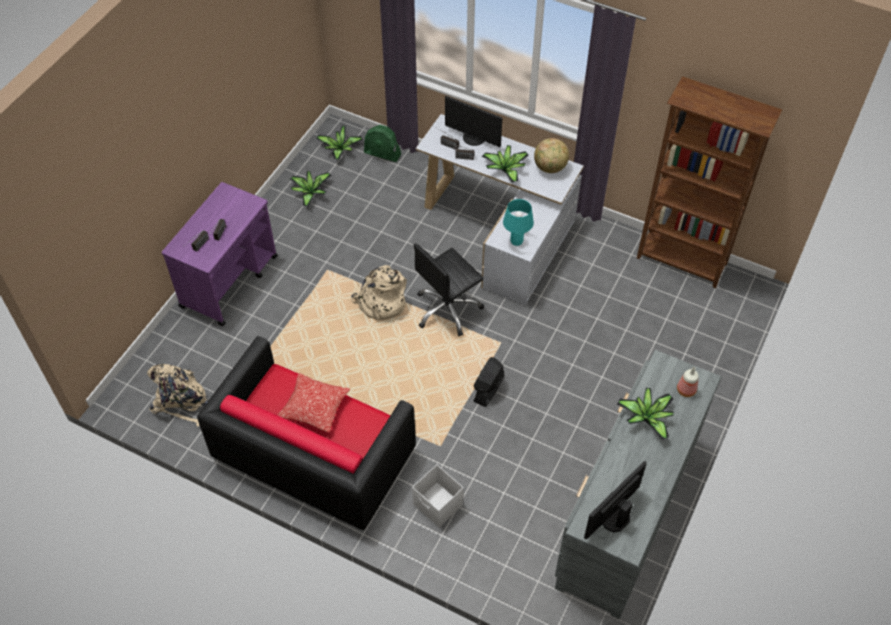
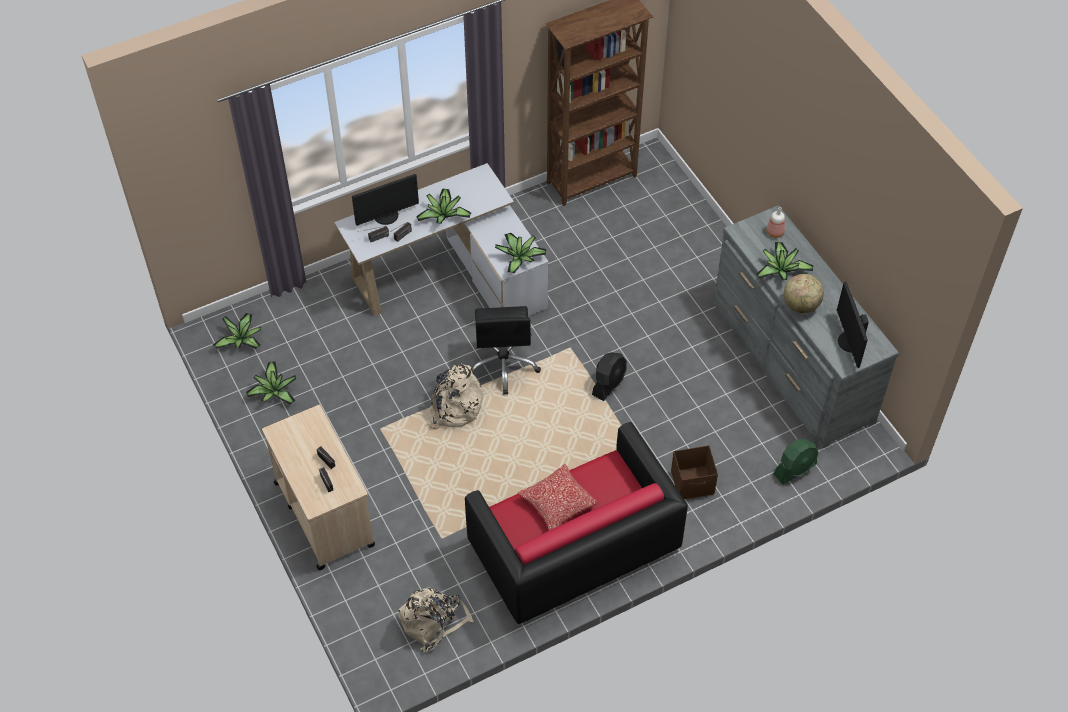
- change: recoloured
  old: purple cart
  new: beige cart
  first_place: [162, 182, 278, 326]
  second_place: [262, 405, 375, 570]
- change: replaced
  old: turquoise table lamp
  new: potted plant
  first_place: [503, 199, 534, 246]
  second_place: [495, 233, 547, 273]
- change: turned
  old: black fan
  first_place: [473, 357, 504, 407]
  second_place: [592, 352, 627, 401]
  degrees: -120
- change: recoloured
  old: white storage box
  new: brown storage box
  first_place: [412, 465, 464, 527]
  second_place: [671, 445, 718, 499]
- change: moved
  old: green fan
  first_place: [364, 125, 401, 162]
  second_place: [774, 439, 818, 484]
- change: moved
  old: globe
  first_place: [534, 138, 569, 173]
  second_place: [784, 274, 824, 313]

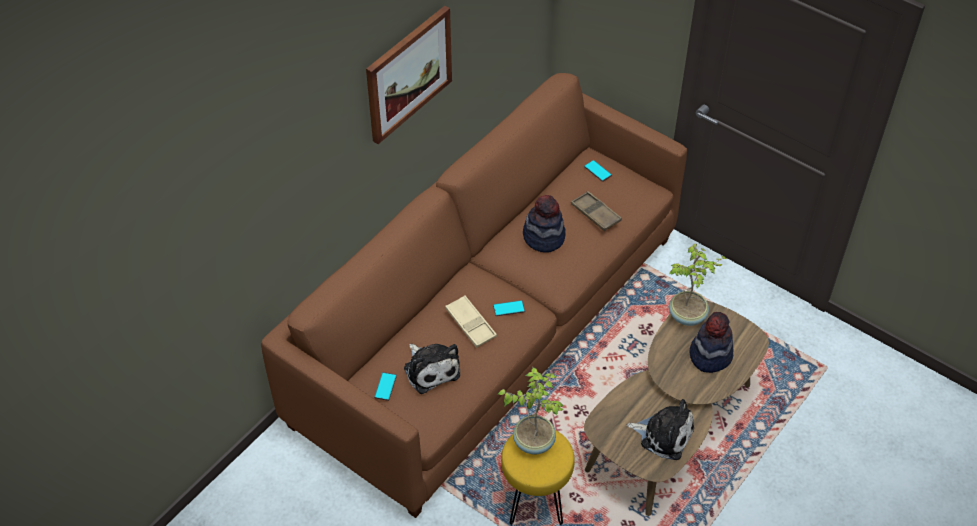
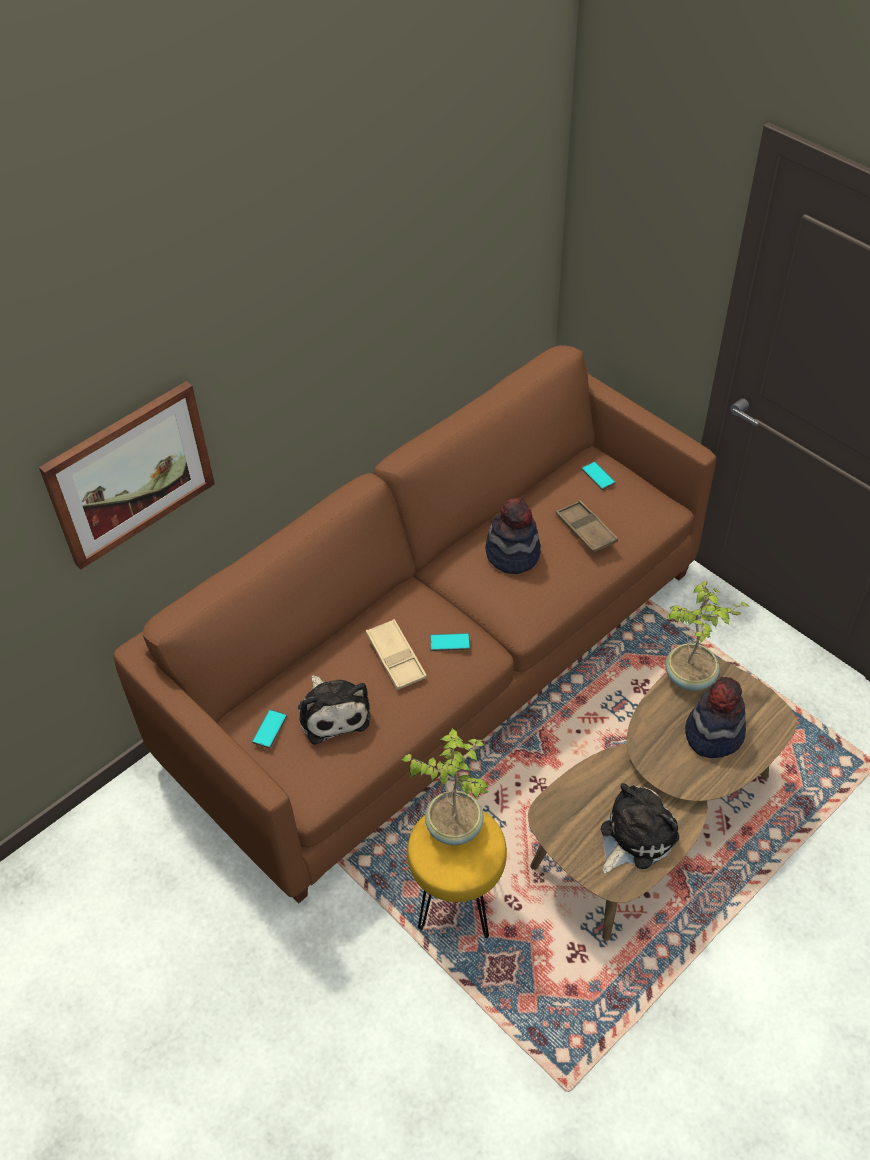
- change: moved
  old: picture
  first_place: [366, 6, 452, 144]
  second_place: [39, 381, 215, 569]
- change: turned
  old: plush toy
  first_place: [627, 399, 694, 460]
  second_place: [601, 783, 679, 873]
  degrees: -75

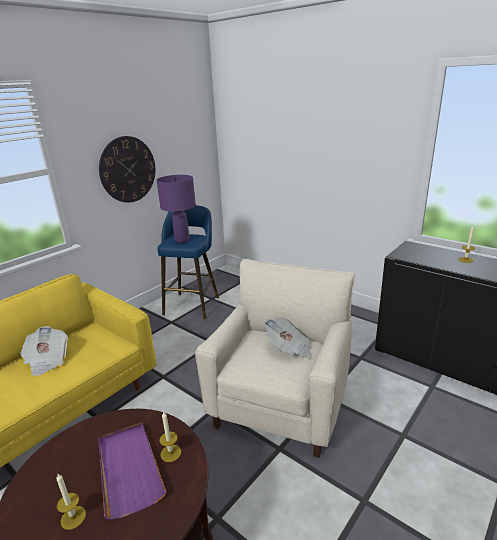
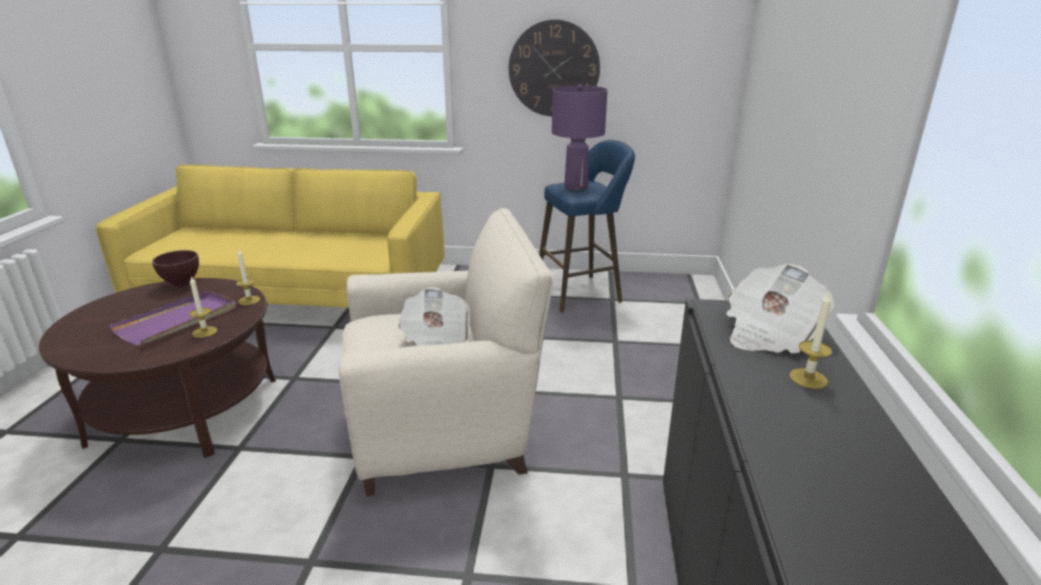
- change: added
  new: brown bowl
  second_place: [152, 250, 199, 287]
- change: moved
  old: candle
  first_place: [56, 474, 86, 530]
  second_place: [236, 250, 260, 305]
- change: moved
  old: newspaper
  first_place: [20, 326, 68, 376]
  second_place: [726, 264, 834, 354]

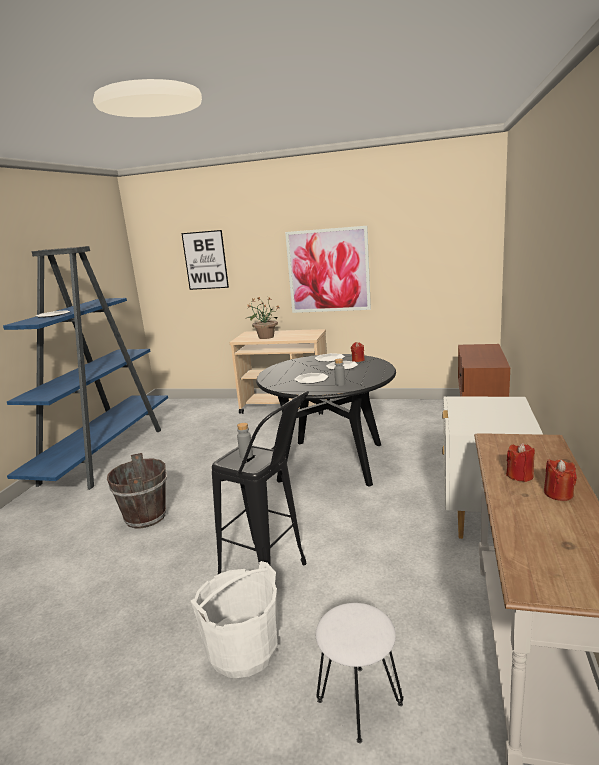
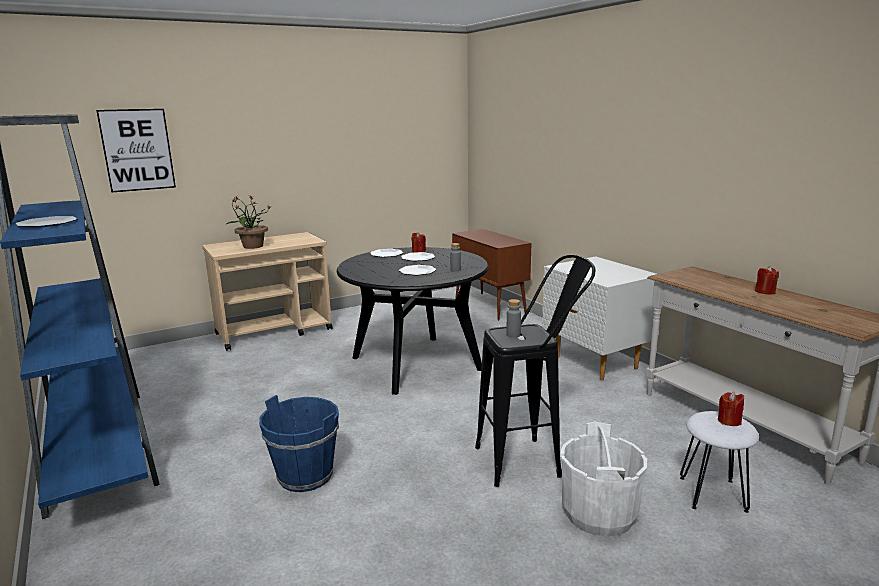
- change: recoloured
  old: brown bucket
  new: blue bucket
  first_place: [107, 453, 167, 528]
  second_place: [259, 395, 339, 492]
- change: moved
  old: red candle
  first_place: [506, 443, 535, 482]
  second_place: [718, 392, 744, 426]
- change: removed
  old: picture
  first_place: [285, 226, 371, 313]

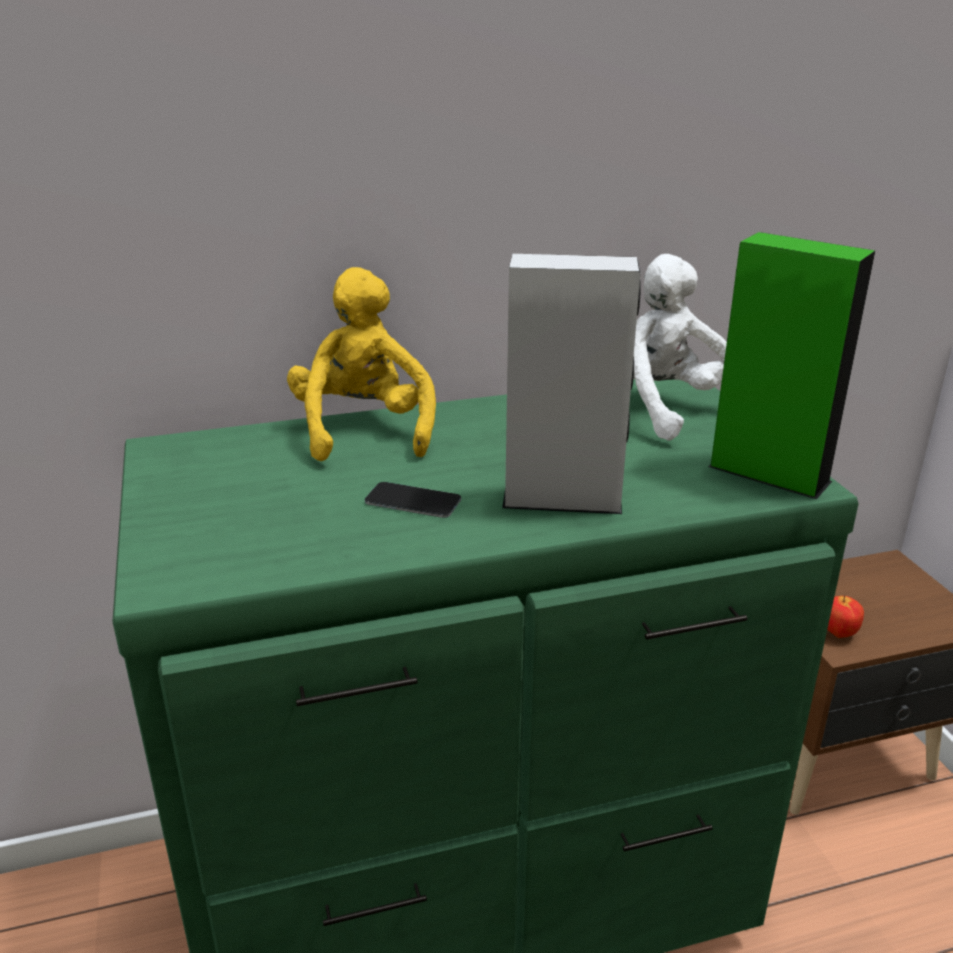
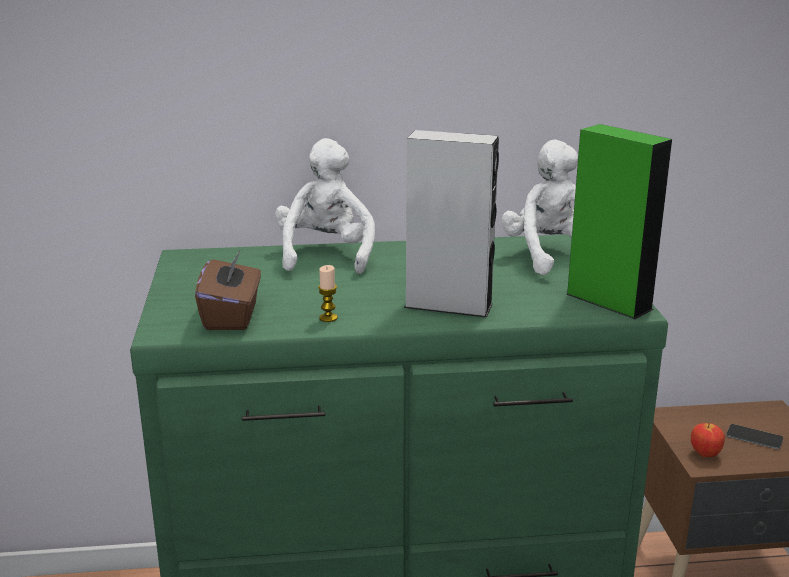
- change: added
  new: brown tissue box
  second_place: [195, 249, 261, 330]
- change: recoloured
  old: yellow plush toy
  new: white plush toy
  first_place: [287, 267, 436, 461]
  second_place: [275, 138, 375, 274]
- change: added
  new: candle
  second_place: [318, 265, 338, 322]
- change: moved
  old: phone
  first_place: [365, 482, 461, 518]
  second_place: [726, 424, 783, 449]

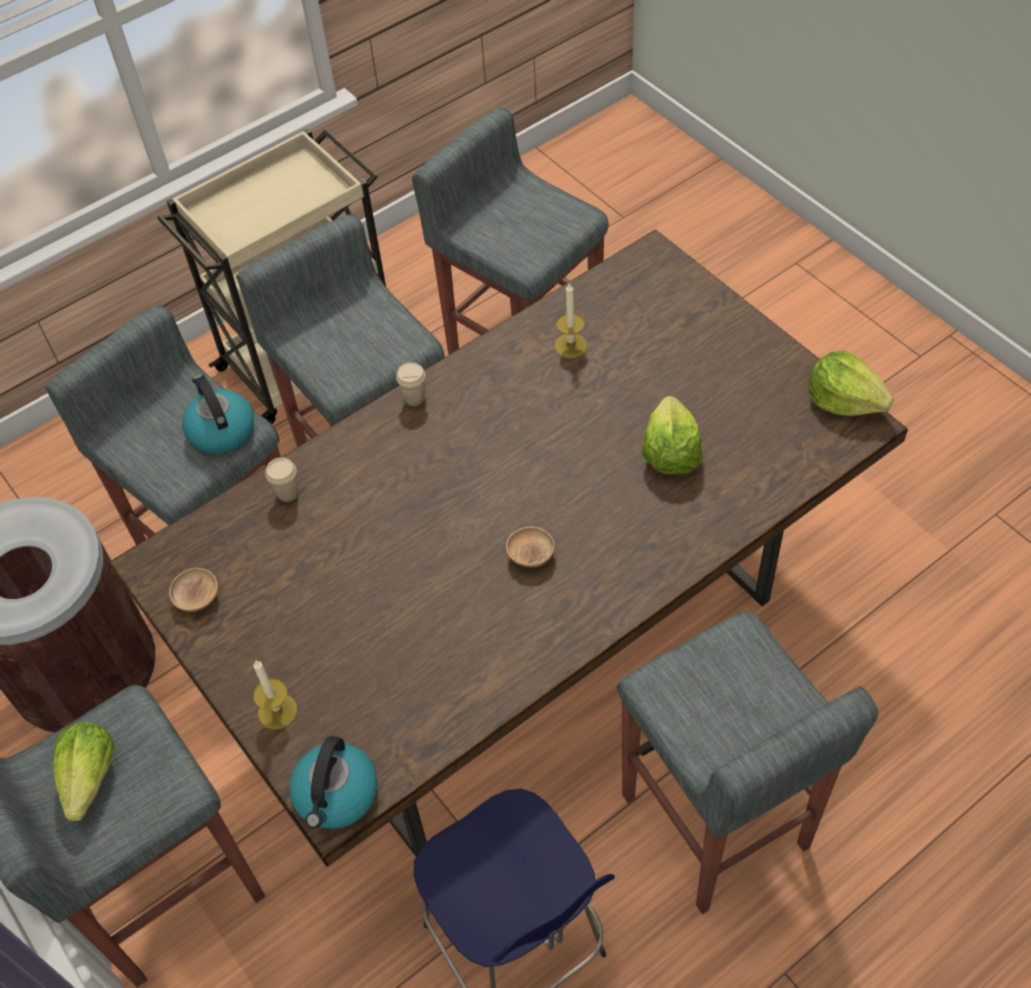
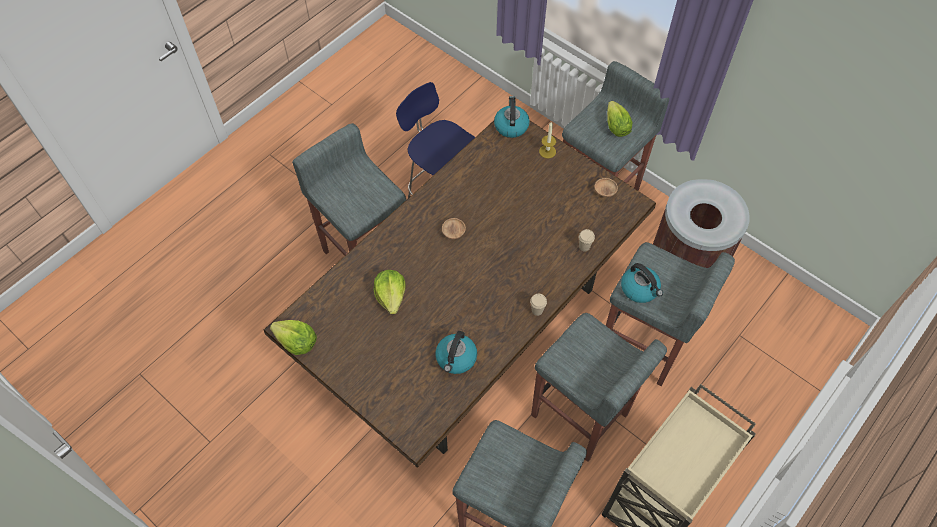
- change: replaced
  old: candle
  new: kettle
  first_place: [554, 282, 587, 358]
  second_place: [436, 331, 477, 374]

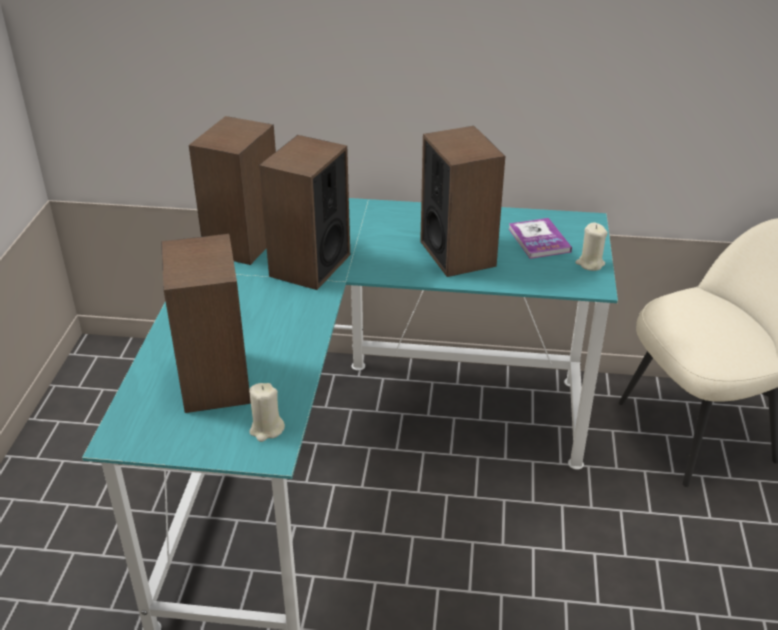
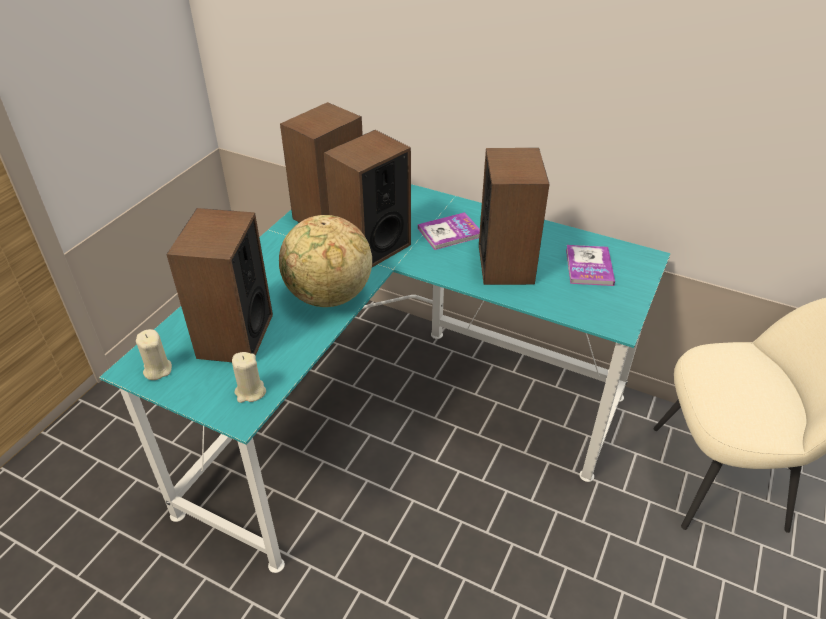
- change: moved
  old: beige candle
  first_place: [575, 222, 608, 271]
  second_place: [136, 329, 172, 380]
- change: added
  new: globe
  second_place: [279, 215, 372, 307]
- change: added
  new: book
  second_place: [418, 212, 480, 250]

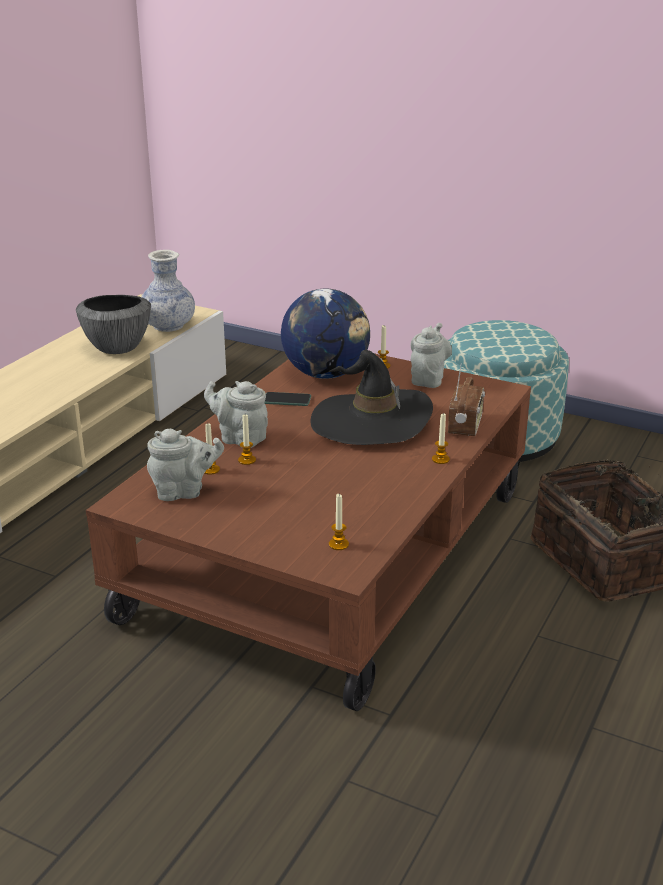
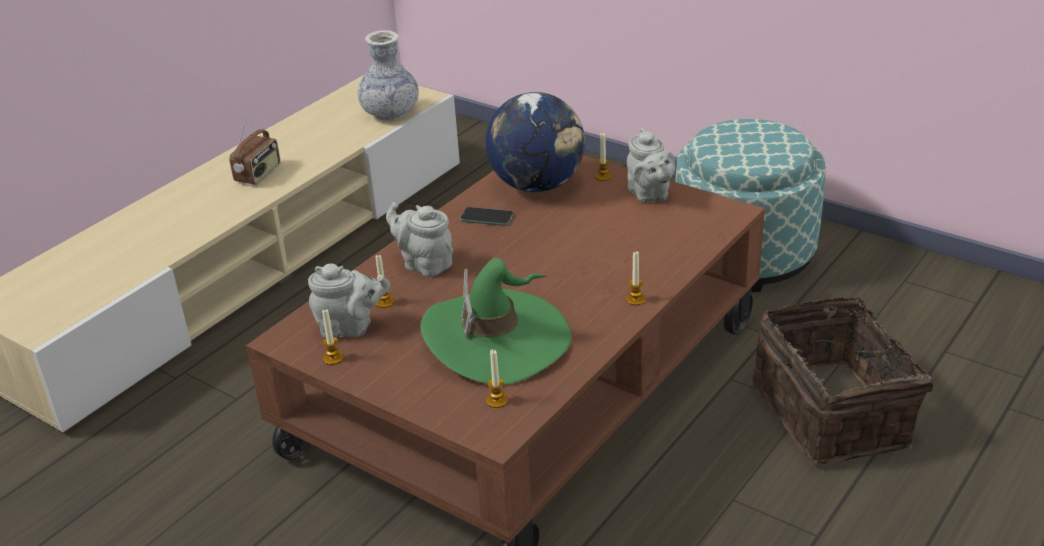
- change: moved
  old: radio
  first_place: [448, 363, 485, 436]
  second_place: [229, 117, 280, 185]
- change: moved
  old: candle
  first_place: [238, 415, 256, 465]
  second_place: [322, 309, 344, 365]
- change: added
  new: green hat
  second_place: [420, 258, 571, 385]
- change: turned
  old: grey teapot
  first_place: [410, 323, 452, 388]
  second_place: [627, 128, 675, 202]
  degrees: 135
- change: removed
  old: bowl
  first_place: [76, 295, 151, 354]
- change: removed
  old: black hat
  first_place: [310, 350, 433, 445]

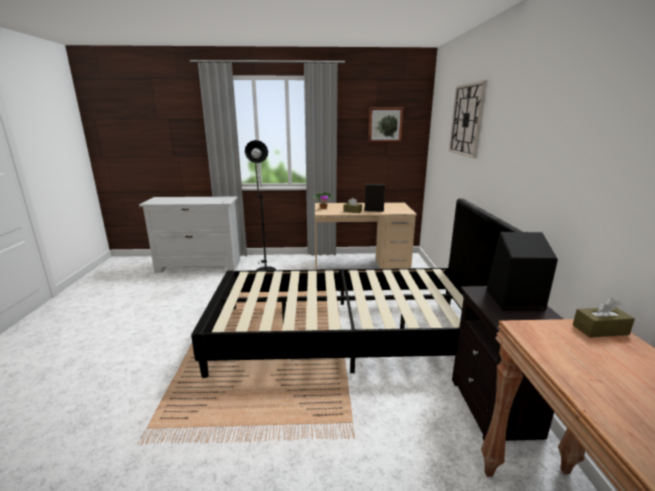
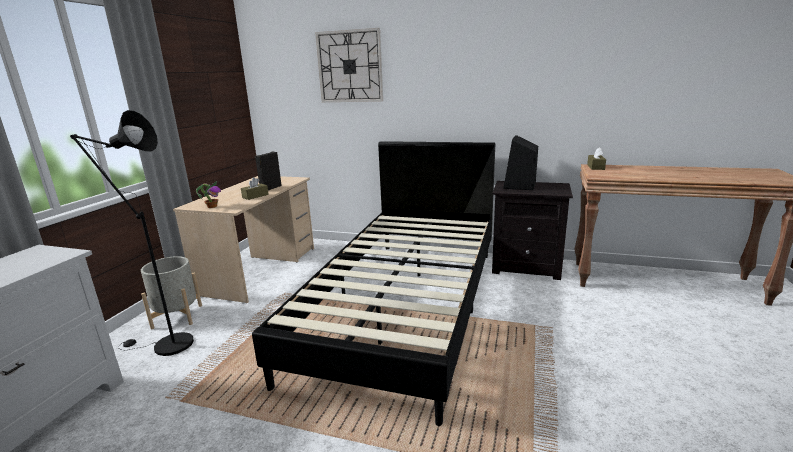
- change: added
  new: grey planter
  second_place: [141, 256, 202, 329]
- change: removed
  old: picture
  first_place: [368, 108, 403, 142]

